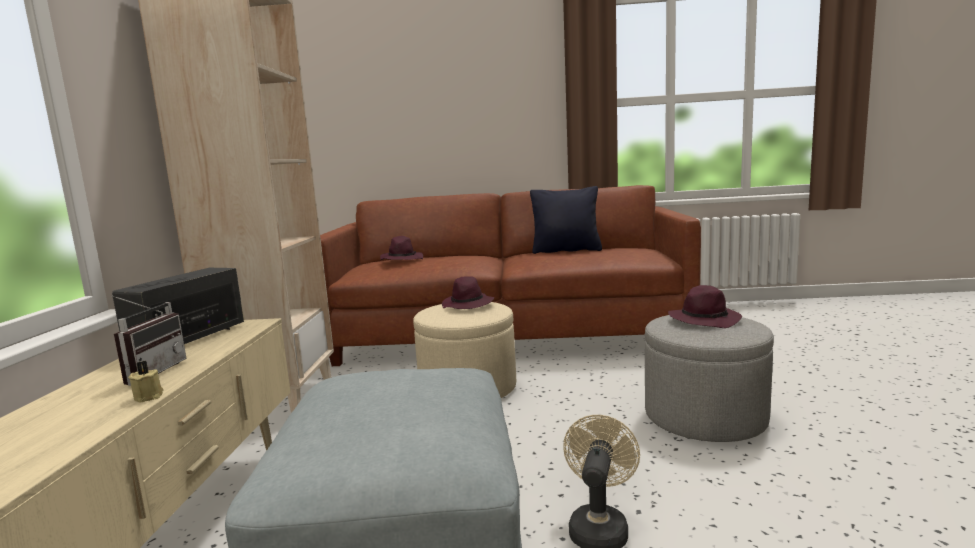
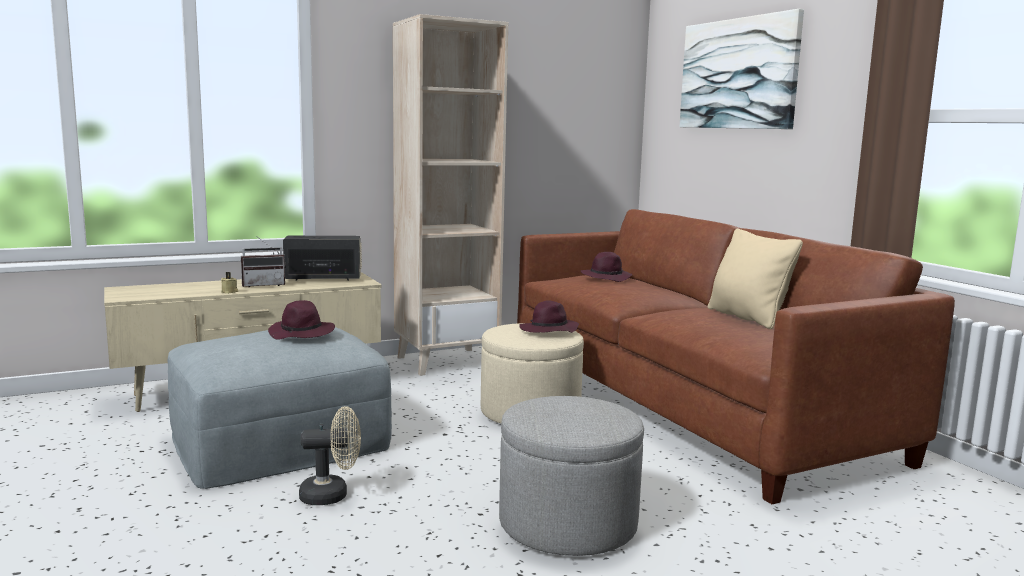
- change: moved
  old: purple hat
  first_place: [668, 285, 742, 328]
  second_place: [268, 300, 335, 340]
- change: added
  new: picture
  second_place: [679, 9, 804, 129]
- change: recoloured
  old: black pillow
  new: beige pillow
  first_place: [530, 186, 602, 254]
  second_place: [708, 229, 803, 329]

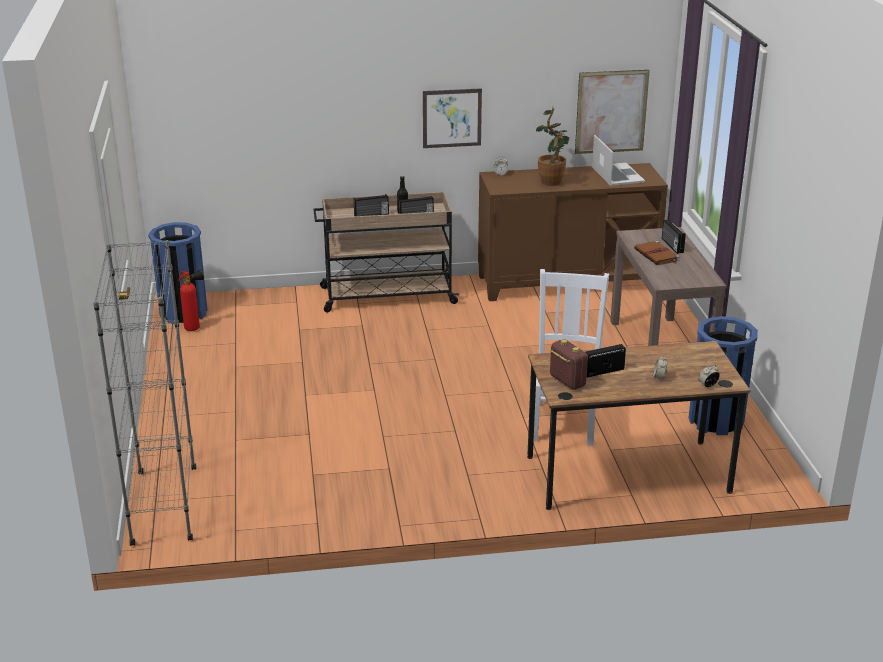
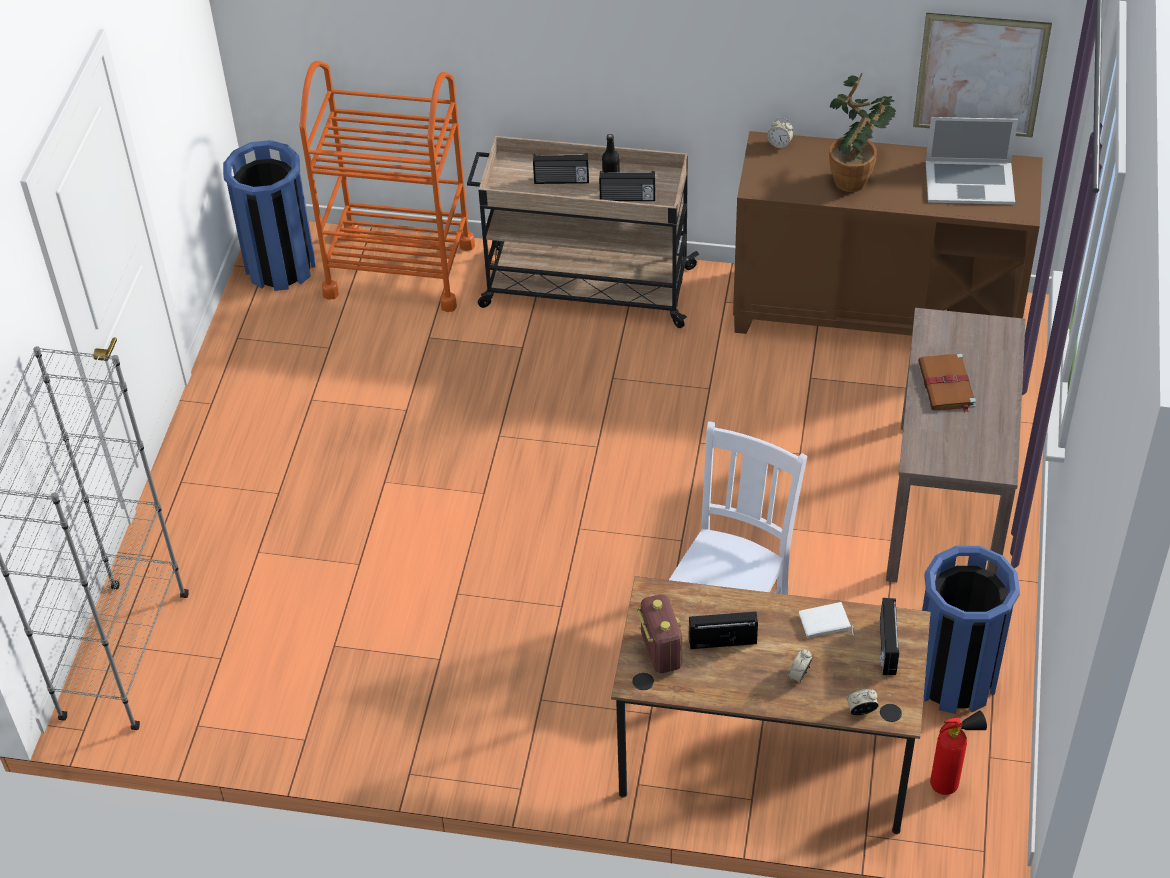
- change: added
  new: orange cart
  second_place: [299, 61, 475, 312]
- change: added
  new: white book
  second_place: [798, 602, 854, 638]
- change: moved
  old: radio
  first_place: [662, 220, 686, 254]
  second_place: [880, 598, 899, 675]
- change: turned
  old: laptop
  first_place: [592, 135, 645, 186]
  second_place: [926, 117, 1018, 205]
  degrees: 90
- change: moved
  old: fire extinguisher
  first_place: [178, 270, 204, 331]
  second_place: [930, 710, 987, 795]
- change: removed
  old: picture
  first_place: [423, 88, 482, 148]

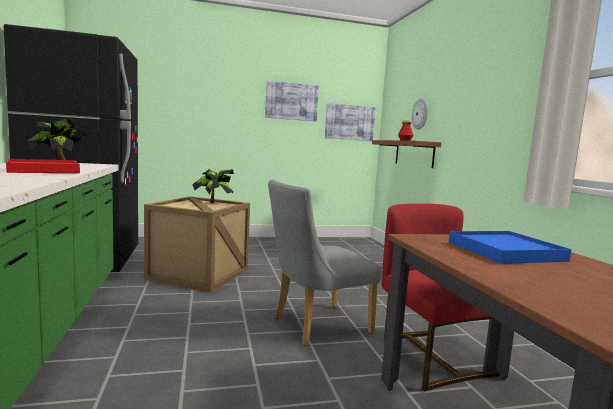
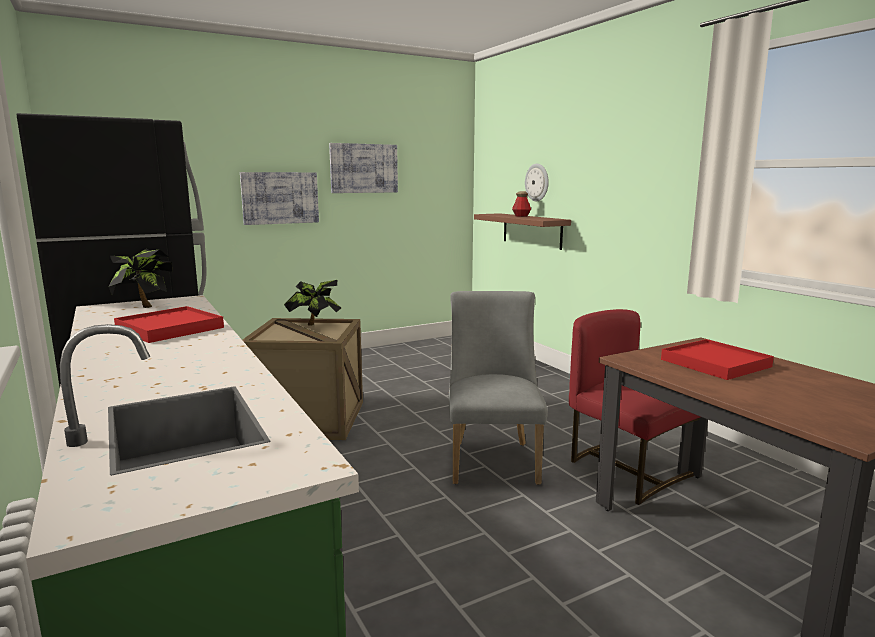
- change: moved
  old: picture
  first_place: [325, 103, 376, 141]
  second_place: [240, 172, 319, 225]
- change: turned
  old: grey chair
  first_place: [268, 179, 381, 346]
  second_place: [449, 291, 548, 485]
  degrees: 135
- change: recoloured
  old: blue tray
  new: red tray
  first_place: [449, 231, 572, 264]
  second_place: [661, 339, 774, 380]

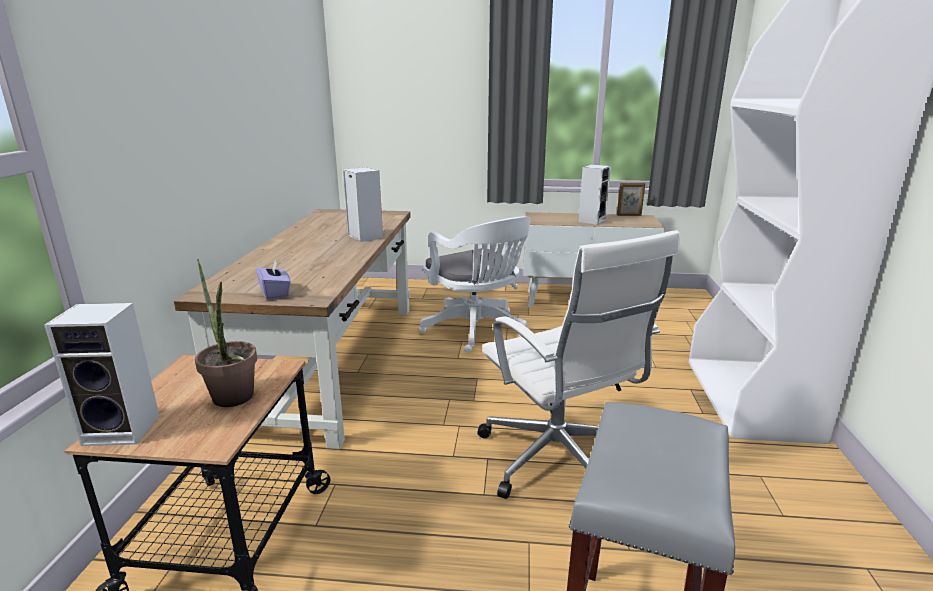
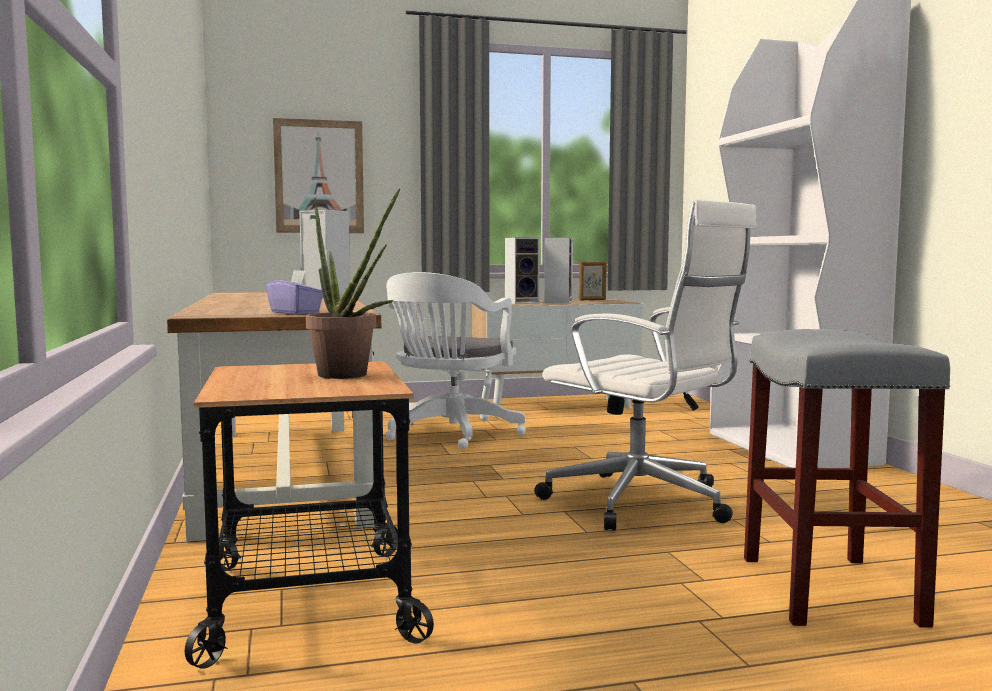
- change: added
  new: picture
  second_place: [273, 118, 364, 233]
- change: turned
  old: white office chair
  first_place: [419, 216, 531, 353]
  second_place: [386, 272, 526, 449]
  degrees: 75
- change: moved
  old: speaker
  first_place: [44, 303, 159, 446]
  second_place: [505, 237, 540, 304]

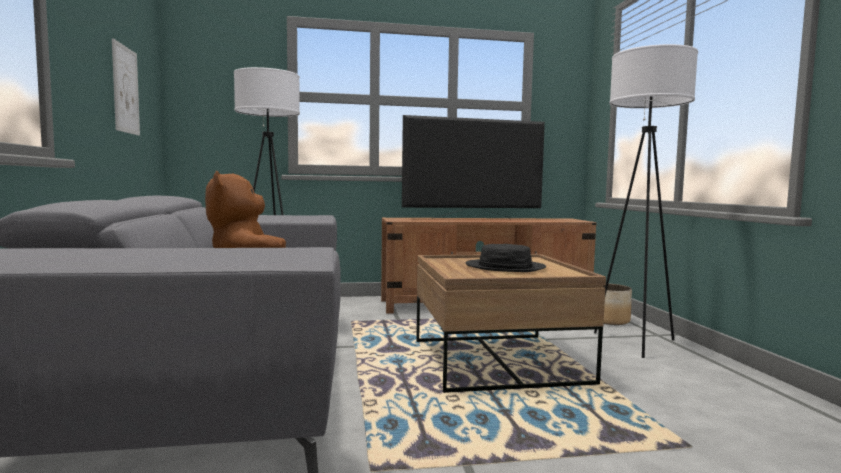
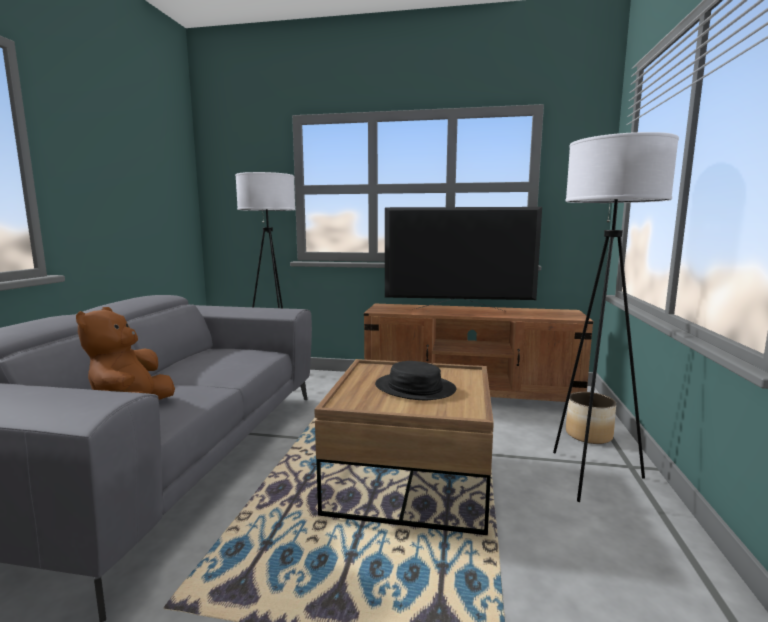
- change: removed
  old: picture
  first_place: [112, 39, 140, 136]

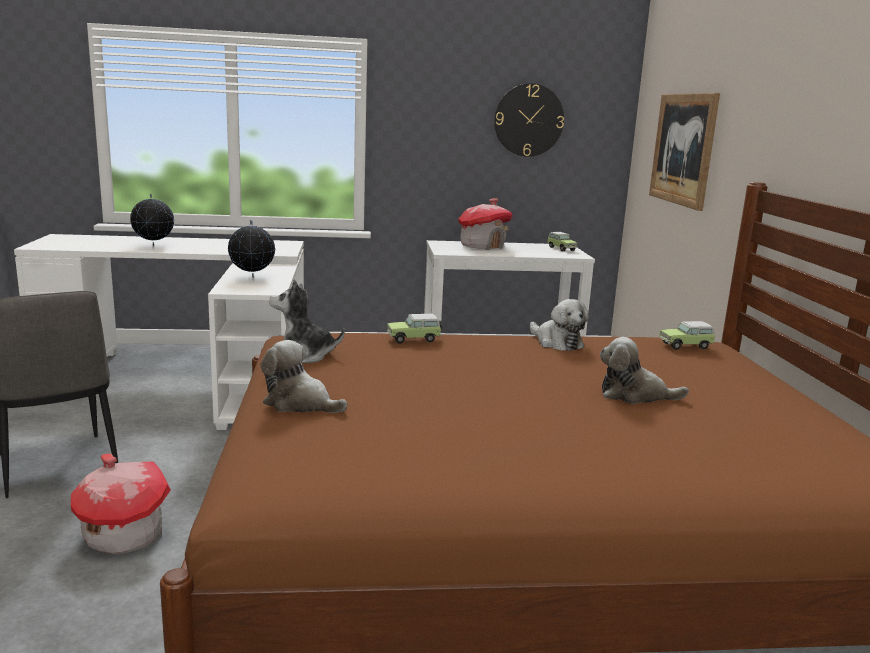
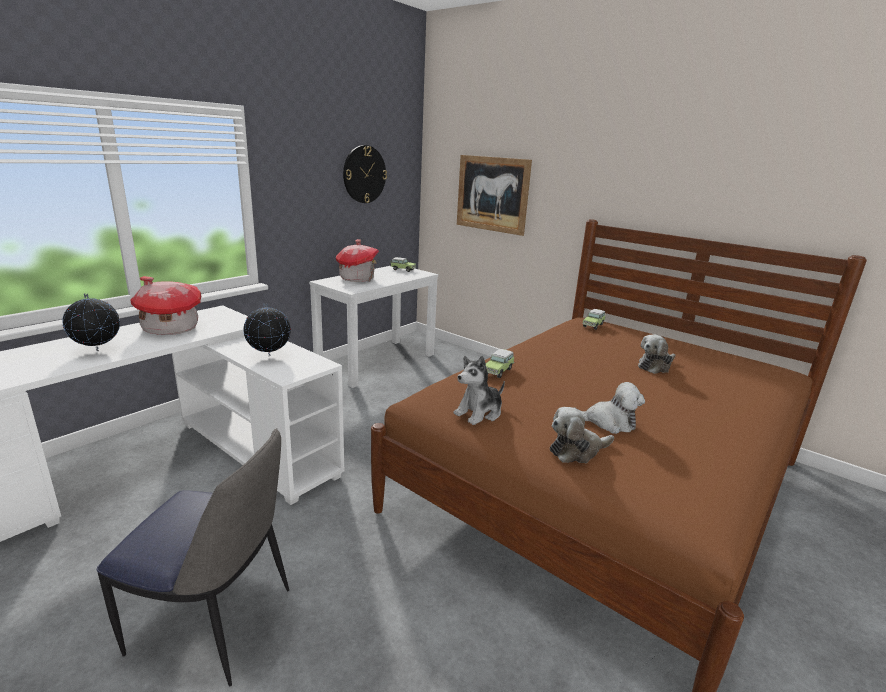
- change: moved
  old: toy house
  first_place: [71, 453, 171, 554]
  second_place: [131, 276, 201, 335]
- change: moved
  old: plush toy
  first_place: [530, 299, 589, 351]
  second_place: [573, 382, 645, 434]

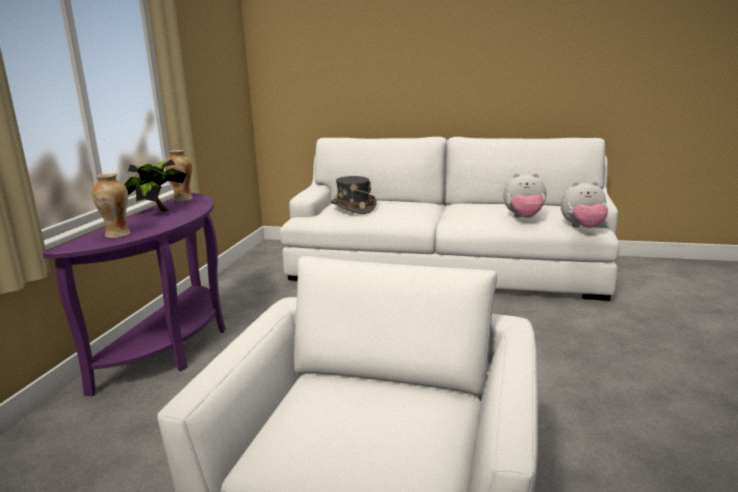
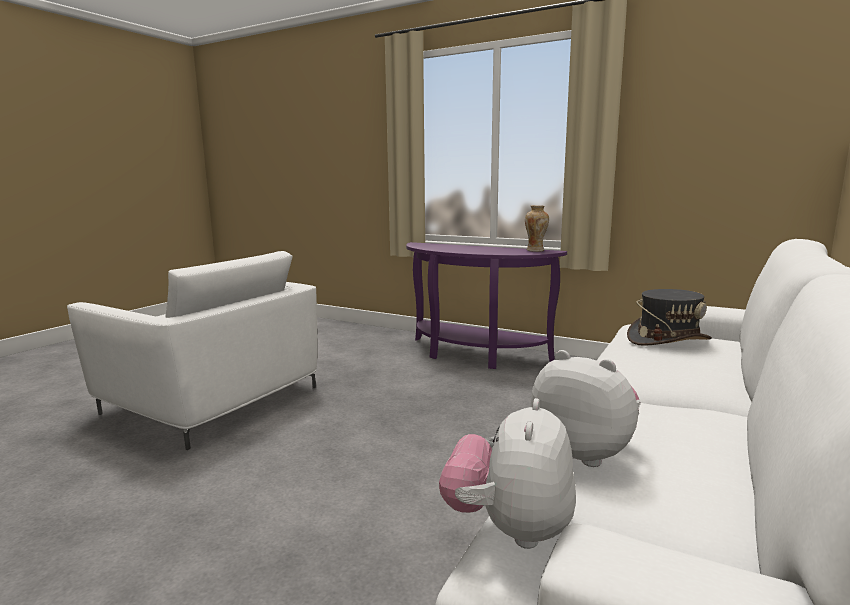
- change: turned
  old: plush toy
  first_place: [503, 173, 546, 218]
  second_place: [531, 350, 641, 467]
  degrees: 105
- change: removed
  old: vase
  first_place: [92, 173, 131, 238]
- change: removed
  old: potted plant
  first_place: [124, 159, 186, 212]

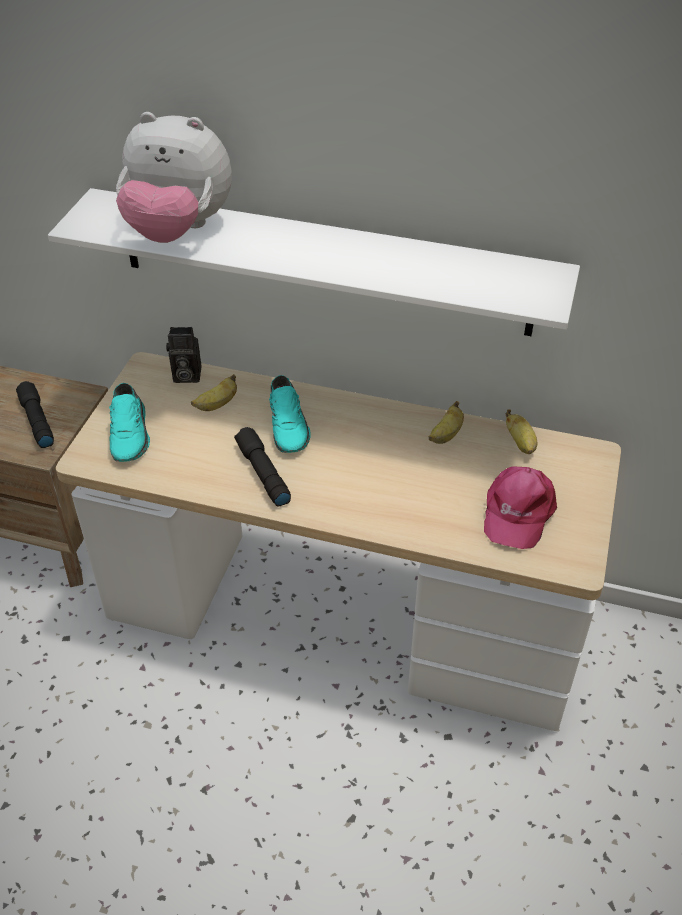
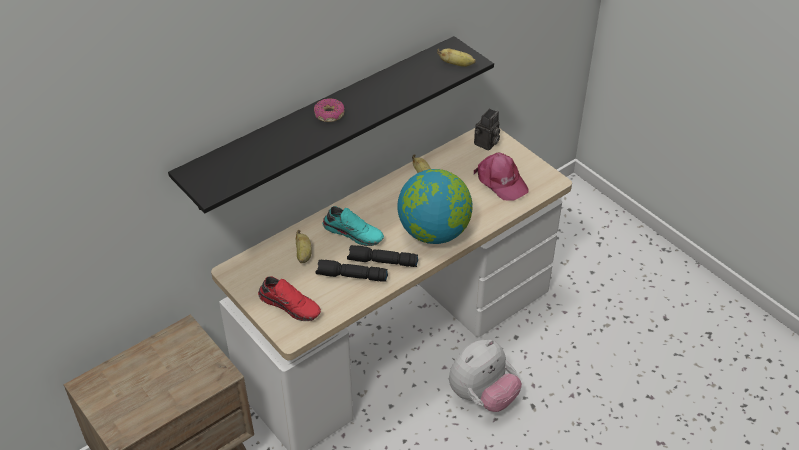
- change: recoloured
  old: white shelf
  new: black shelf
  first_place: [48, 188, 580, 336]
  second_place: [168, 36, 494, 213]
- change: recoloured
  old: turquoise shoe
  new: red shoe
  first_place: [109, 383, 150, 462]
  second_place: [258, 276, 321, 321]
- change: added
  new: donut
  second_place: [314, 98, 345, 122]
- change: moved
  old: black flashlight
  first_place: [16, 381, 54, 448]
  second_place: [315, 259, 388, 282]
- change: added
  new: globe
  second_place: [397, 169, 473, 244]
- change: moved
  old: banana
  first_place: [506, 409, 537, 454]
  second_place: [437, 49, 476, 67]
- change: moved
  old: plush toy
  first_place: [116, 112, 232, 243]
  second_place: [449, 340, 522, 412]
- change: moved
  old: photo camera
  first_place: [166, 327, 201, 383]
  second_place: [474, 109, 500, 151]

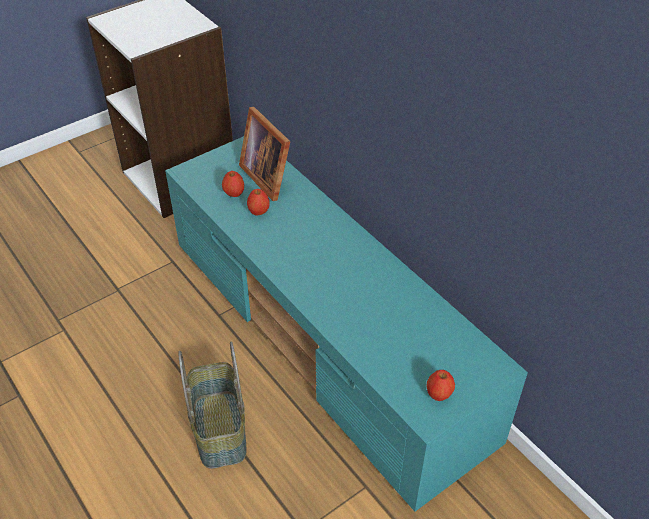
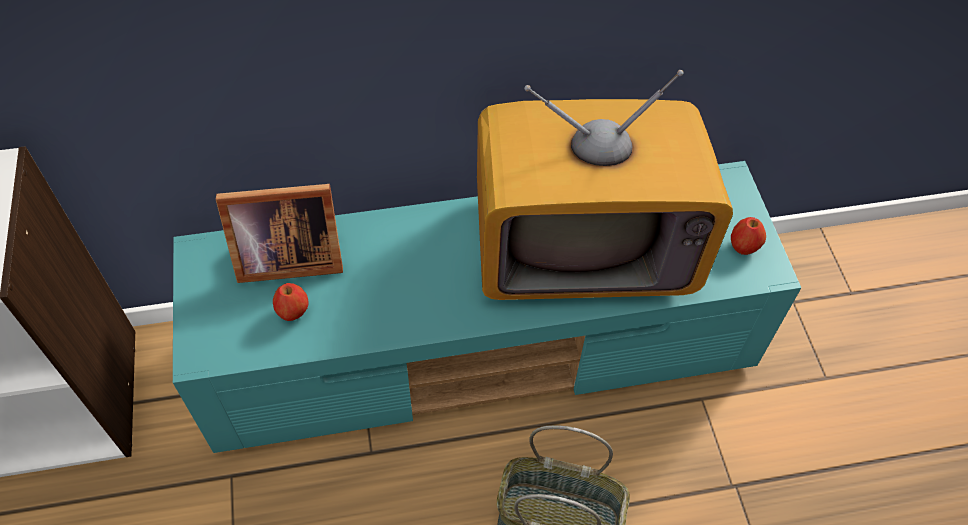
- change: added
  new: television
  second_place: [477, 70, 733, 300]
- change: removed
  old: apple
  first_place: [247, 189, 270, 216]

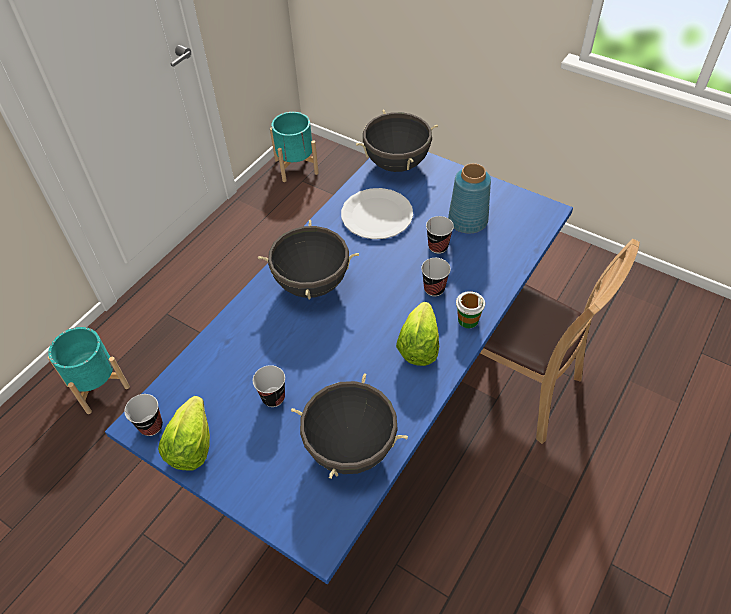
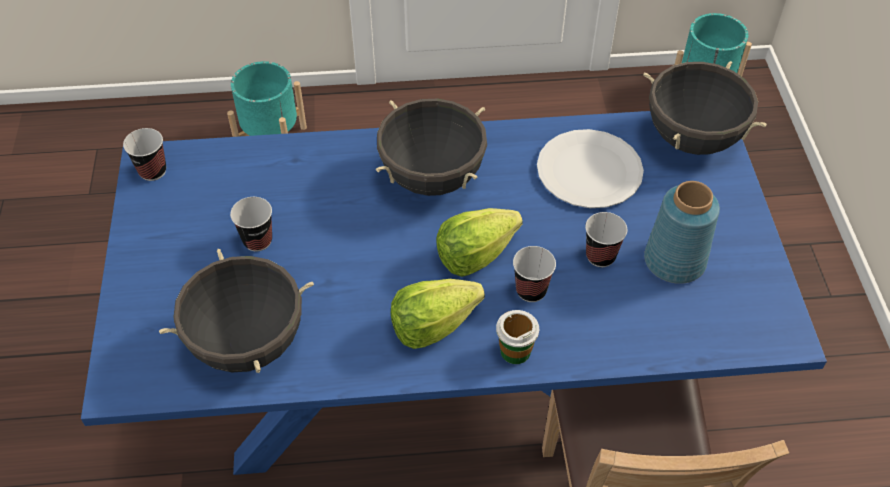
- change: moved
  old: lettuce
  first_place: [158, 396, 210, 470]
  second_place: [436, 208, 523, 277]

